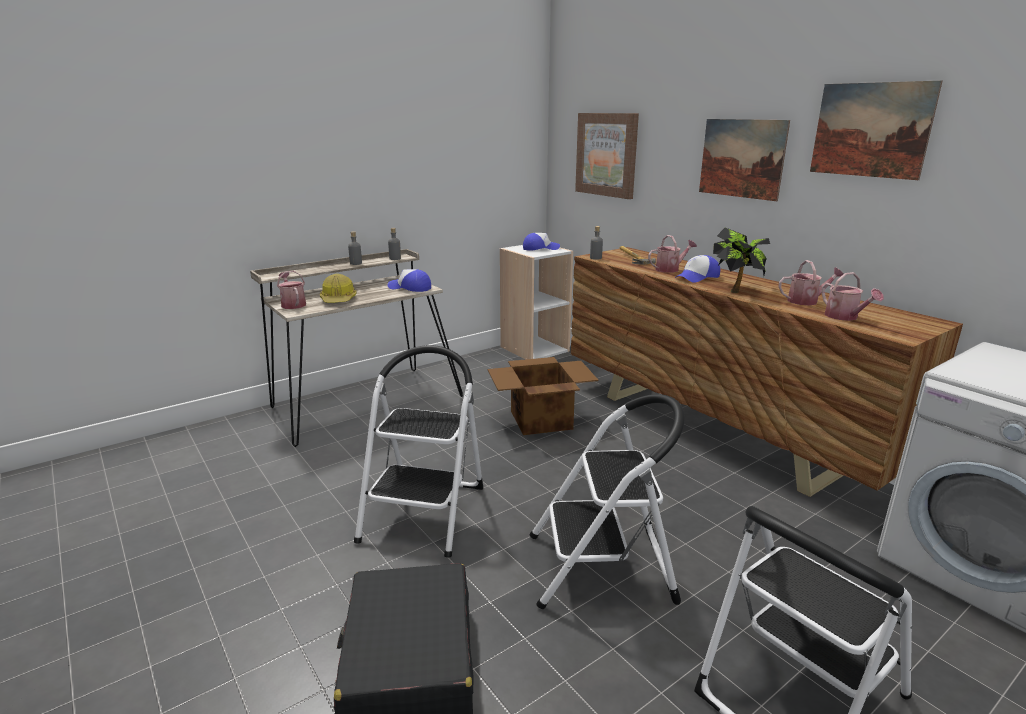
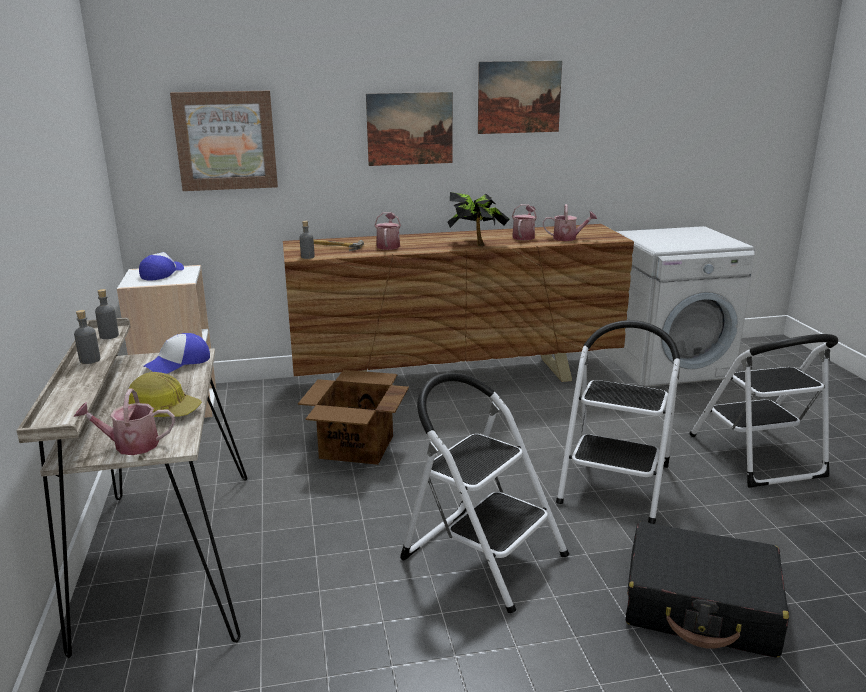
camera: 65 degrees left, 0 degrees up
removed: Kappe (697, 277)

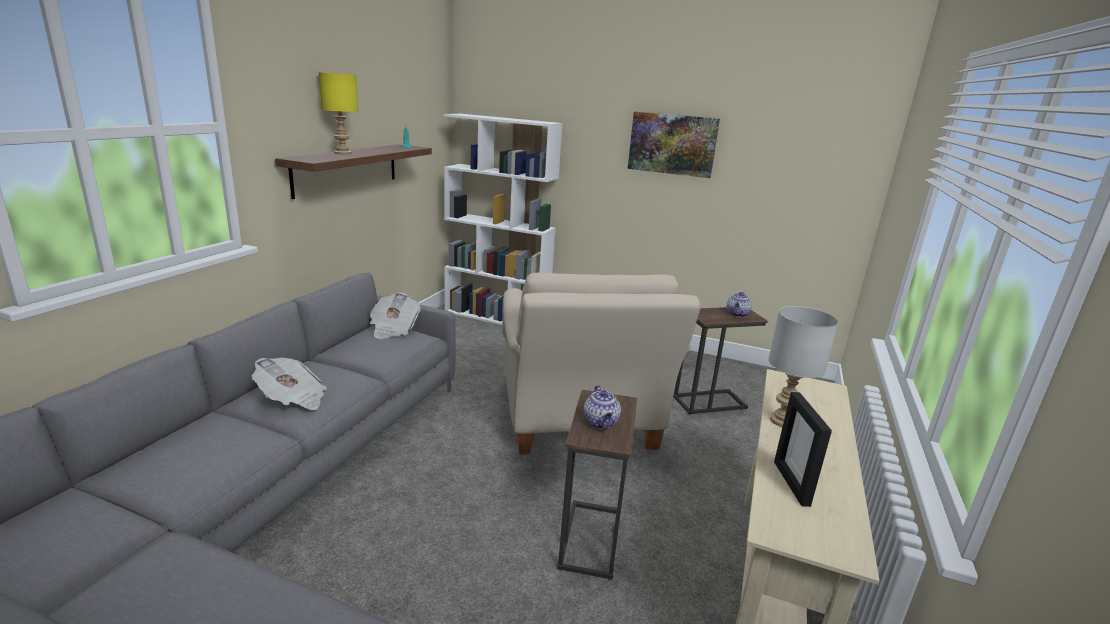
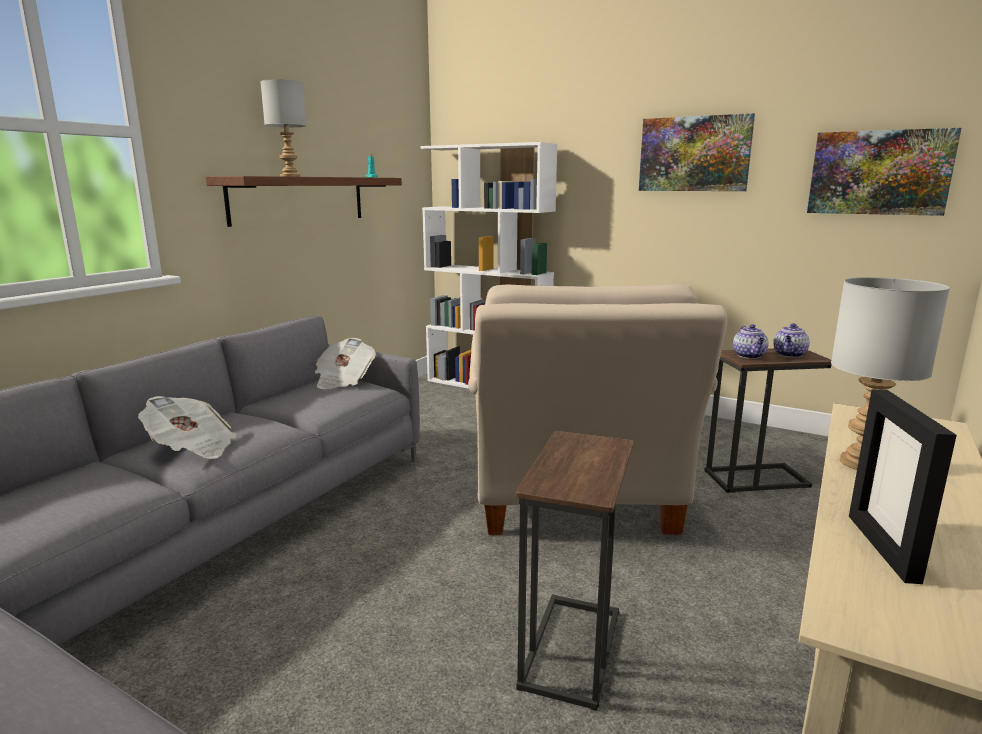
camera: 10 degrees right, 5 degrees down
added: Bild (879, 173)
moved: Teekanne (601, 423) to (749, 356)
recoloured: Tischlampe/gelb (342, 153) to Tischlampe/grau (289, 176)

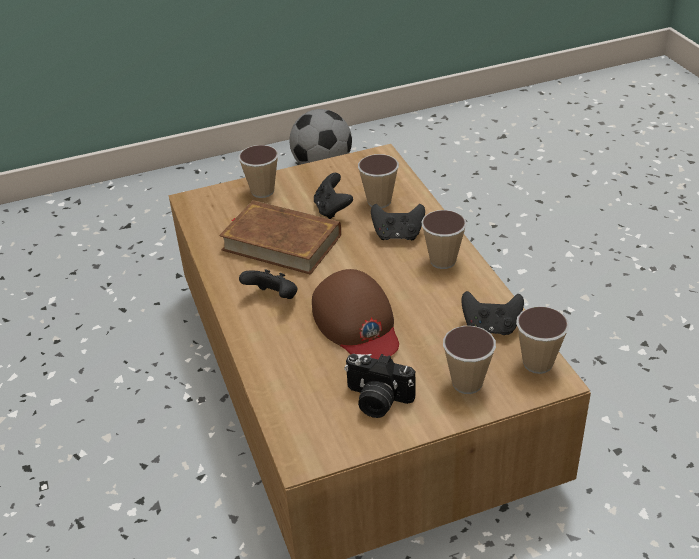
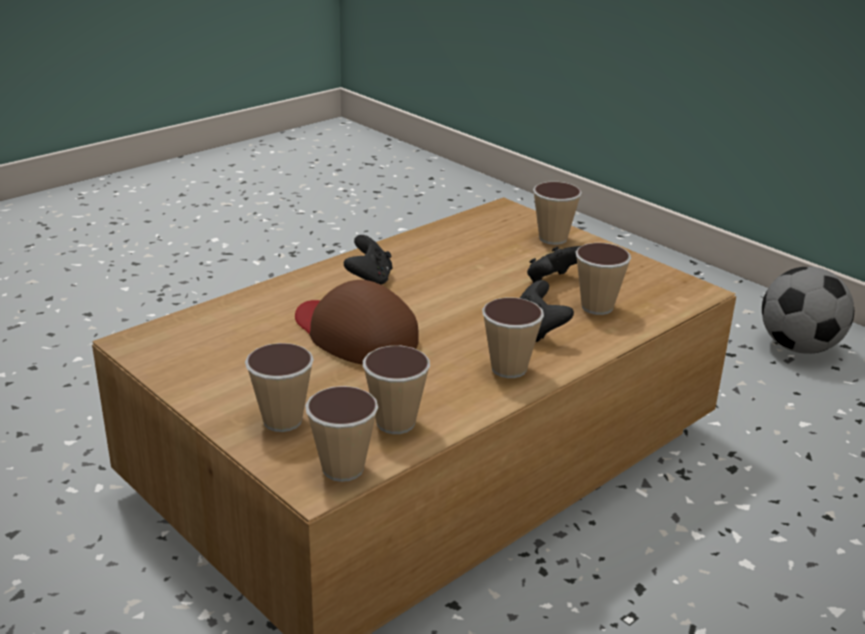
camera: 65 degrees right, 10 degrees down
removed: Buch/braun (281, 242); Kamera (377, 400)
replaced: Gamepad/schwarz (491, 327) to Tasse (395, 423)
turned: Kappe/braun (357, 323) = (355, 333) 90 degrees clockwise

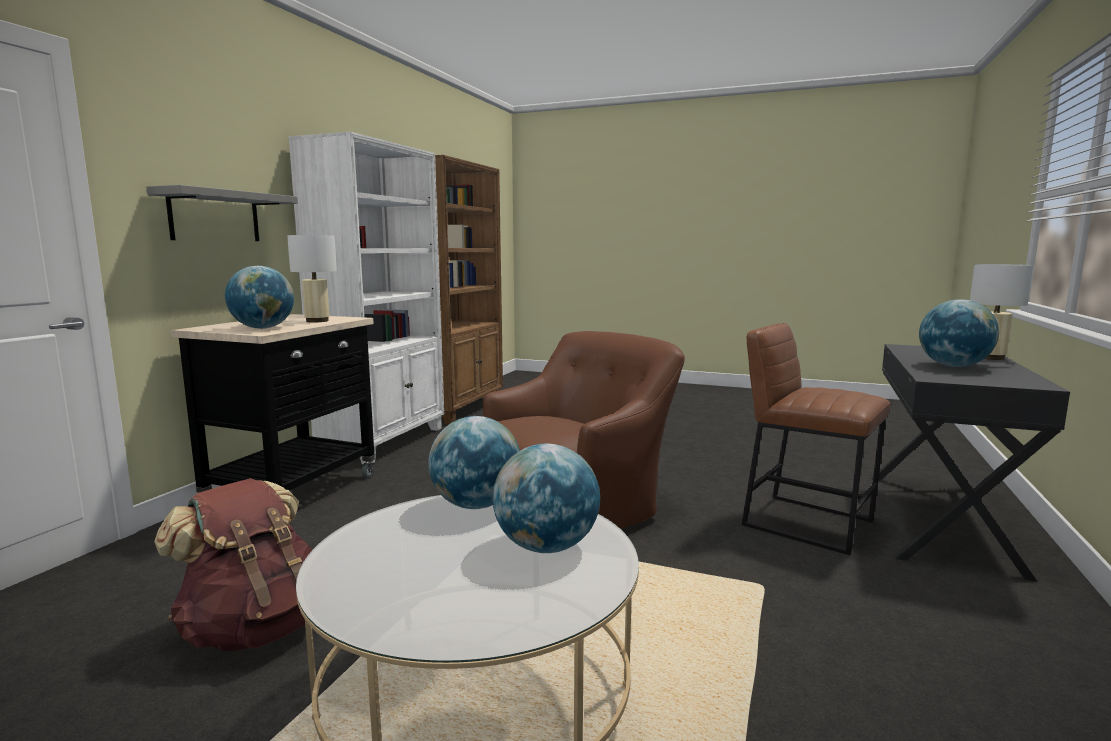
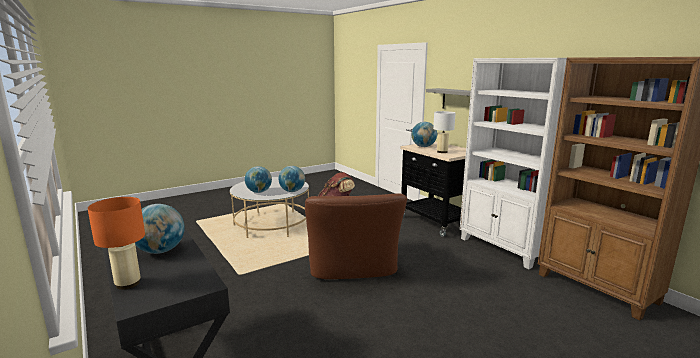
camera: 125 degrees right, 5 degrees up
removed: Stuhl/braun (805, 522)
recoloured: Tischlampe/weiß (991, 358) to Tischlampe/orange (127, 284)

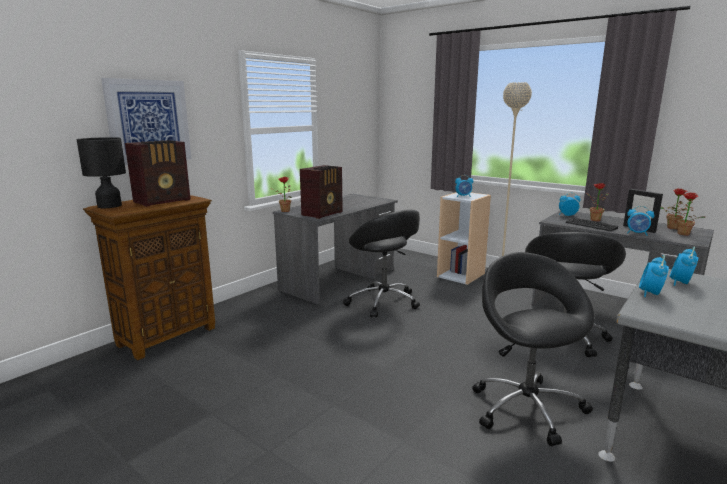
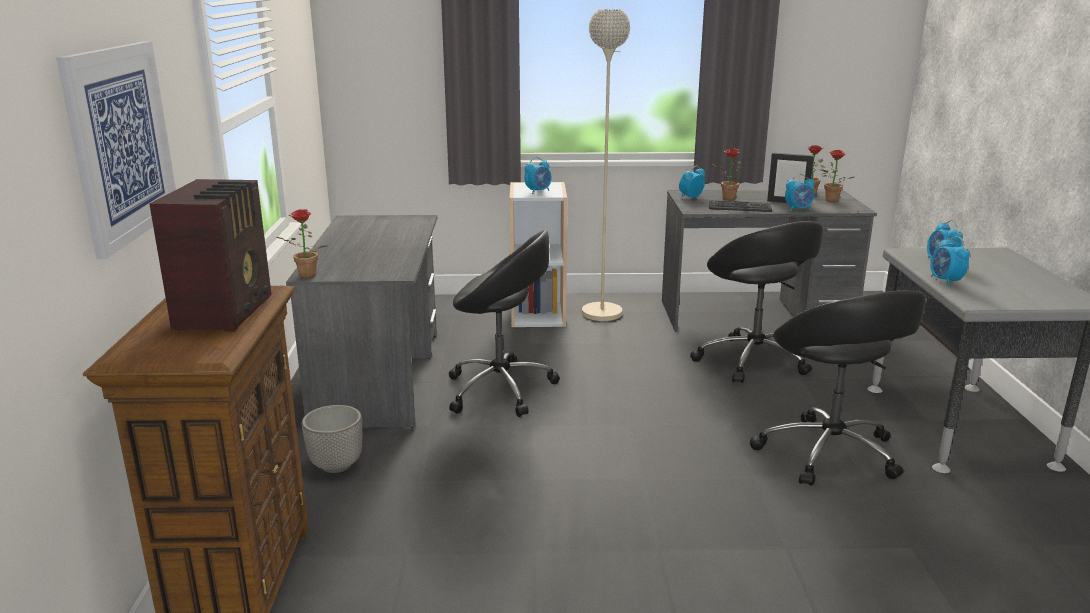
camera: 40 degrees left, 5 degrees up
removed: Tischlampe/schwarz (110, 206); Radio (323, 213)
added: Pflanzkübel (335, 465)
turned: Bürostuhl/schwarz (525, 407) = (830, 454) 135 degrees counterclockwise

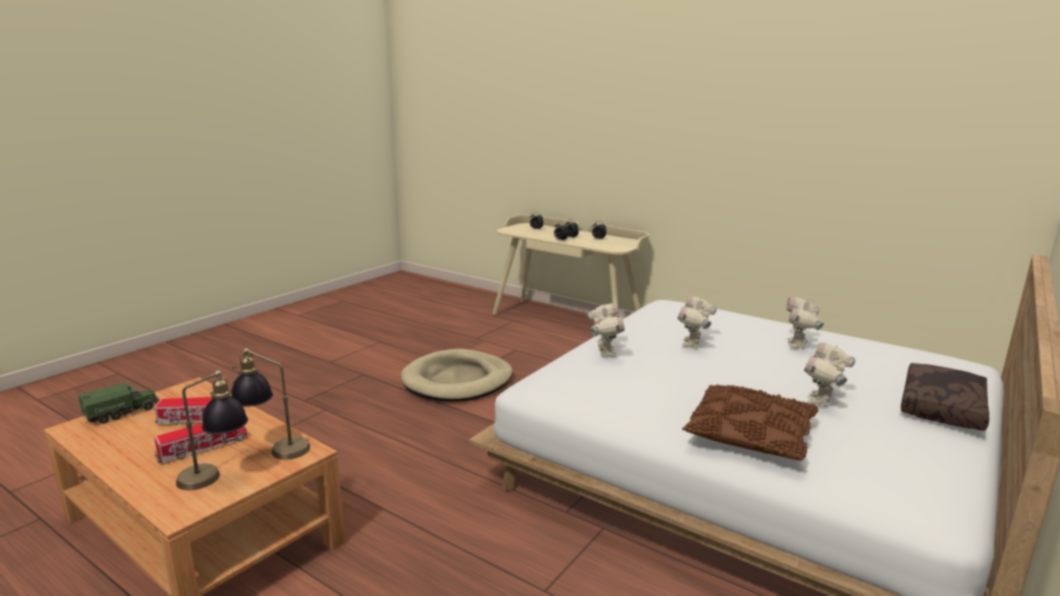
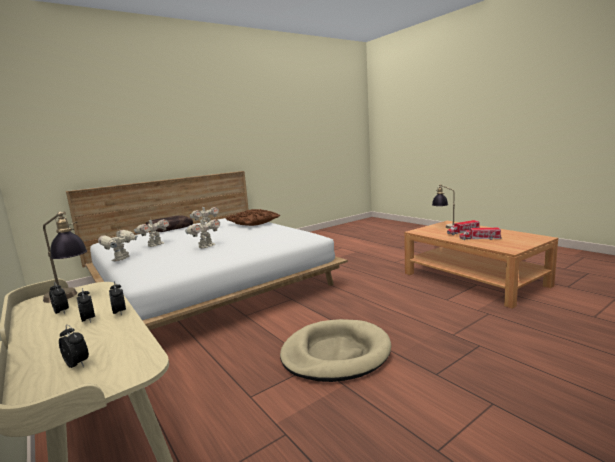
camera: 160 degrees left, 5 degrees down
removed: Spielzeuglaster (122, 413)
moved: Spielzeugroboter (604, 352) to (122, 259); Tischlampe (274, 449) to (70, 297)

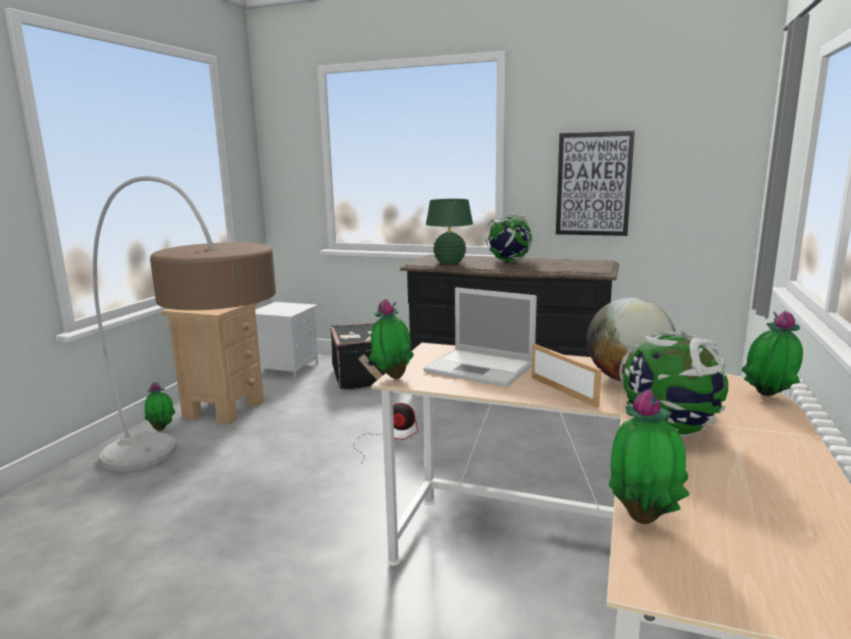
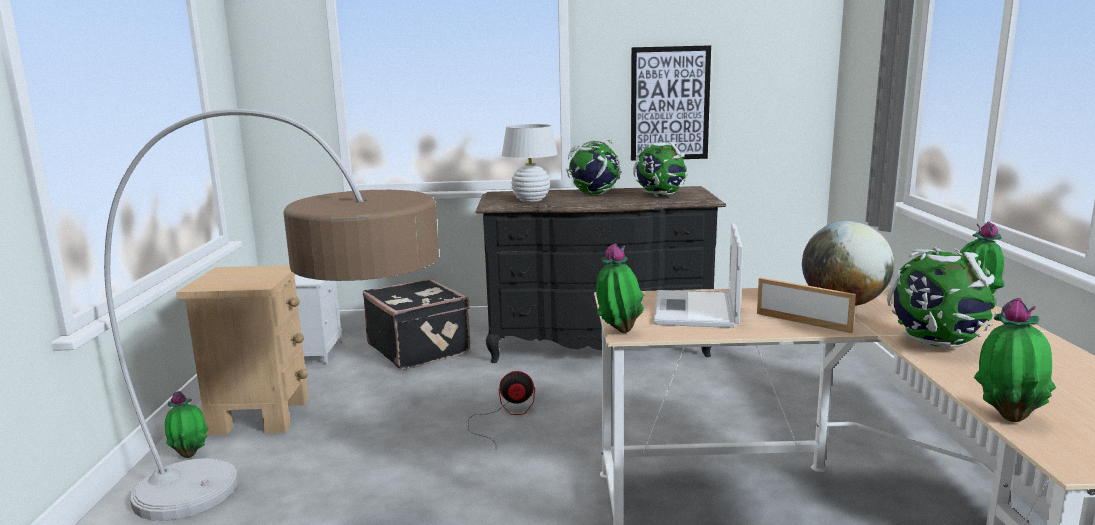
camera: 20 degrees left, 0 degrees up
added: Globus (659, 196)
recoloured: Tischlampe/grün (449, 263) to Tischlampe/weiß (530, 200)
turned: Laptop (482, 368) = (696, 310) 90 degrees clockwise

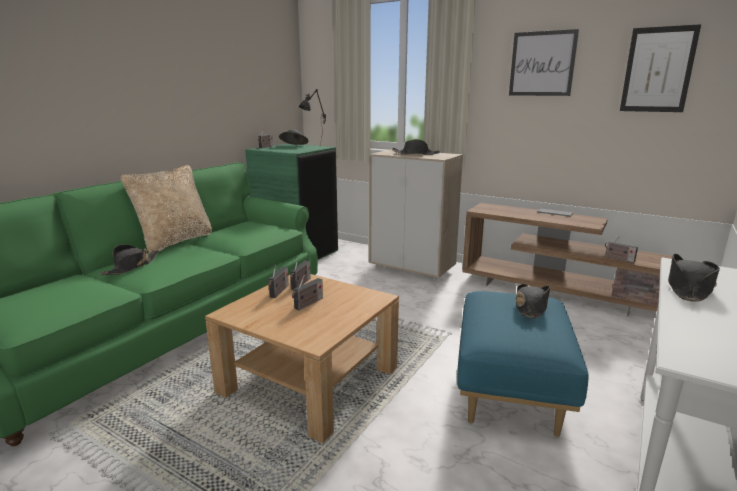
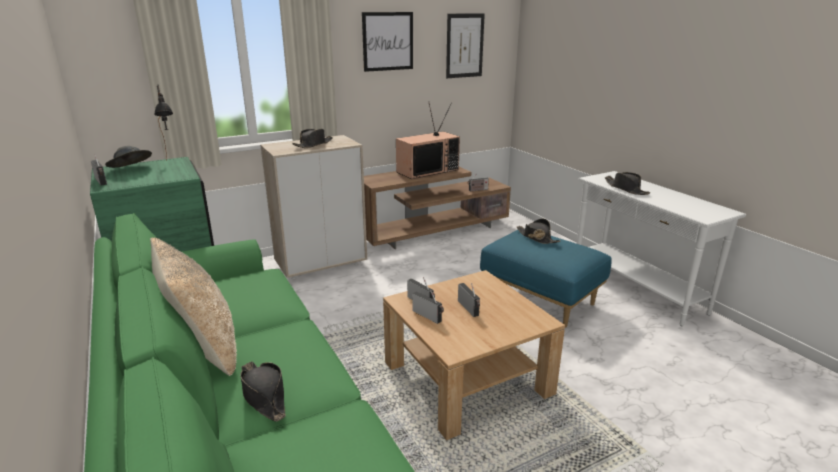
camera: 60 degrees left, 5 degrees up
added: Fernseher (427, 170)

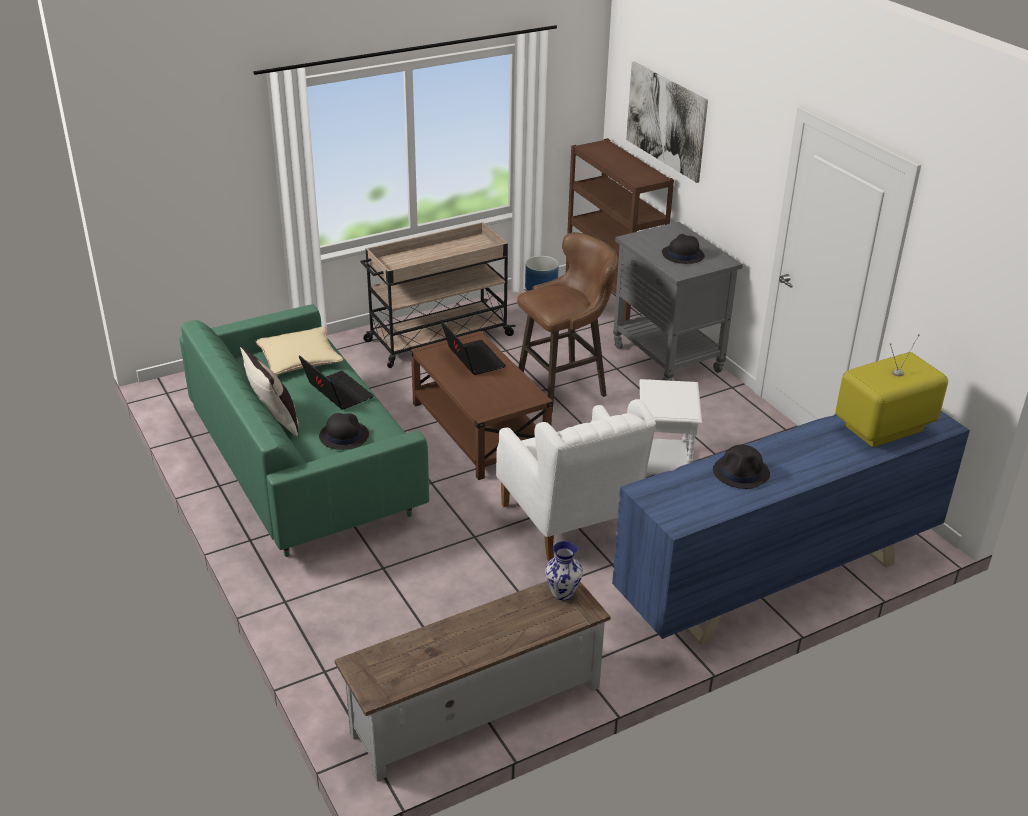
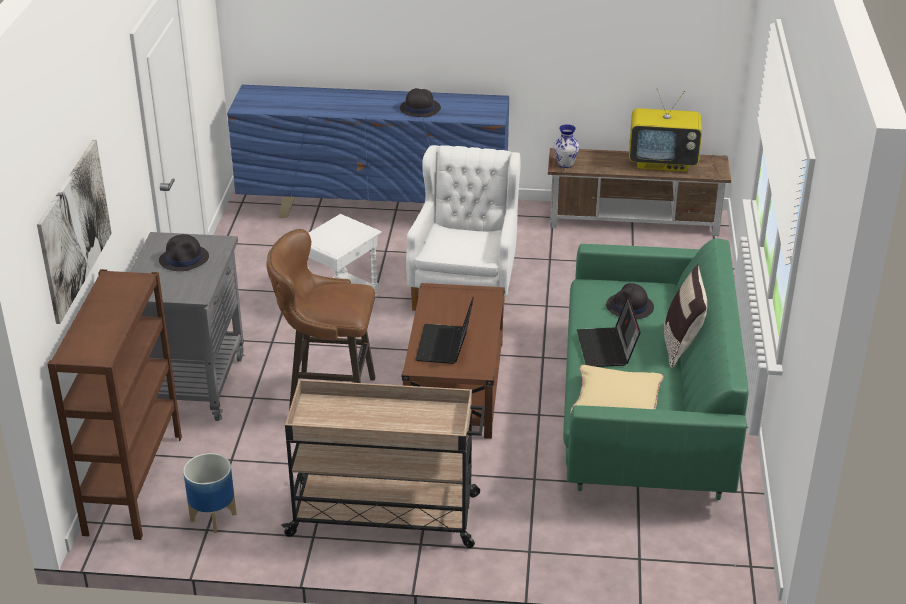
camera: 145 degrees left, 0 degrees up
moved: Fernseher (883, 430) to (663, 162)

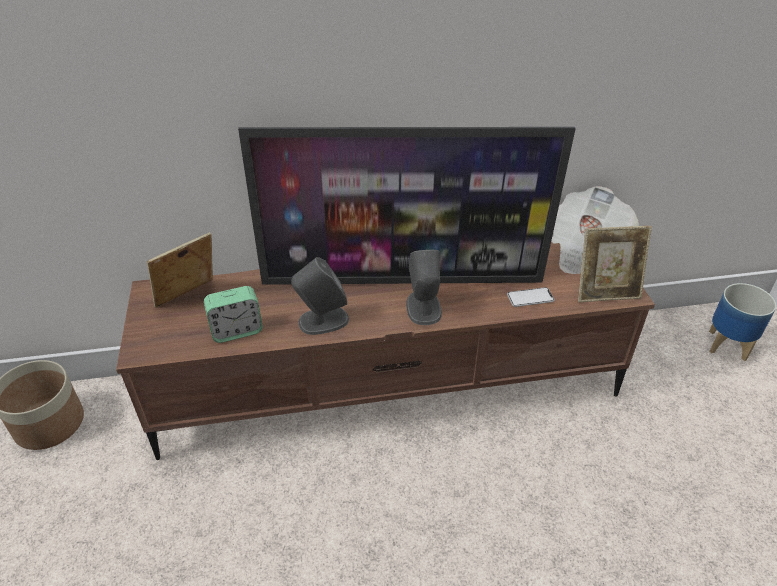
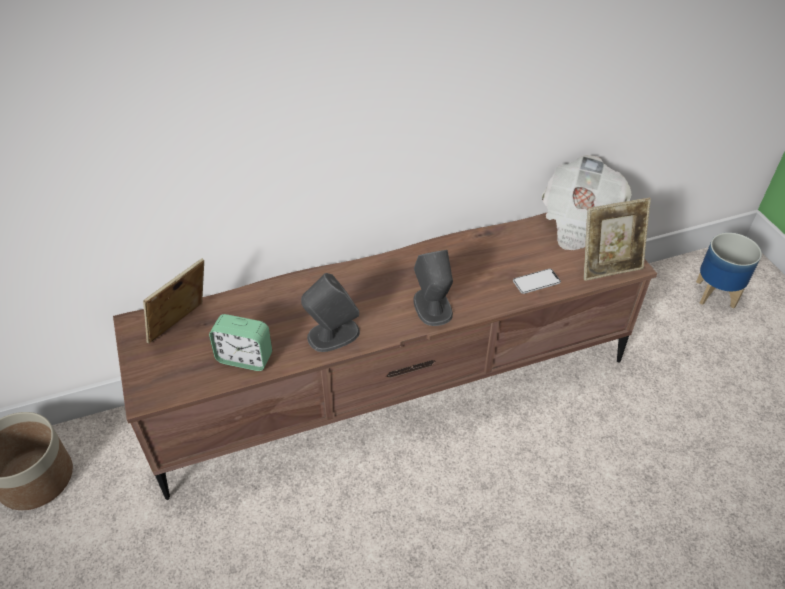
camera: 10 degrees left, 5 degrees up
removed: Fernseher (403, 280)
turned: Wecker (237, 331) = (245, 358) 45 degrees clockwise

